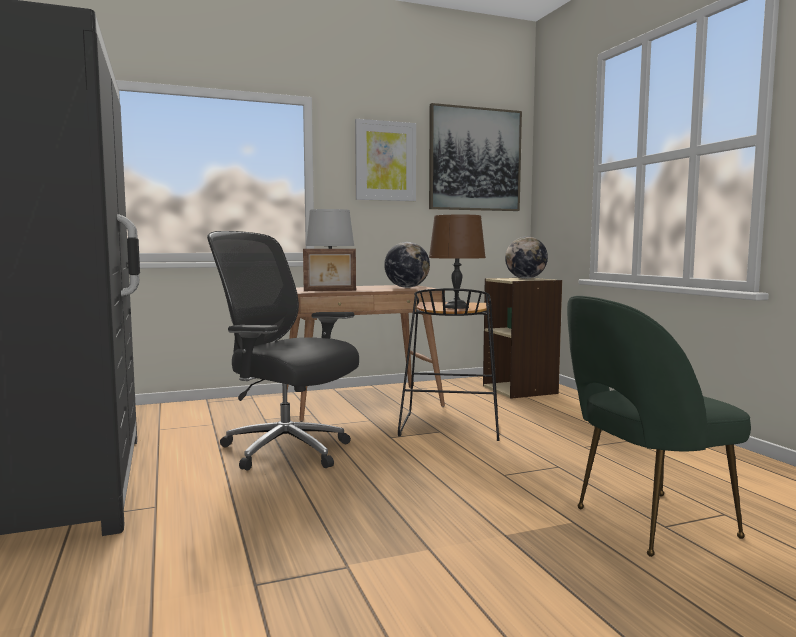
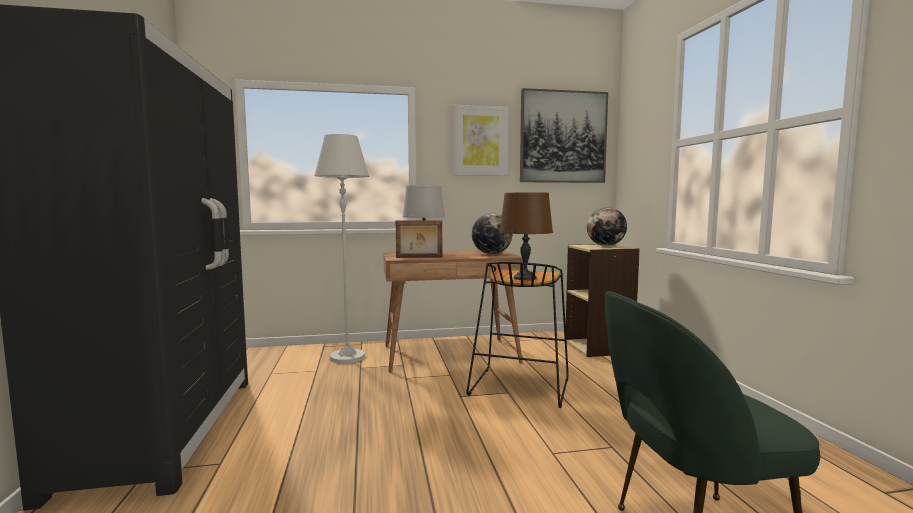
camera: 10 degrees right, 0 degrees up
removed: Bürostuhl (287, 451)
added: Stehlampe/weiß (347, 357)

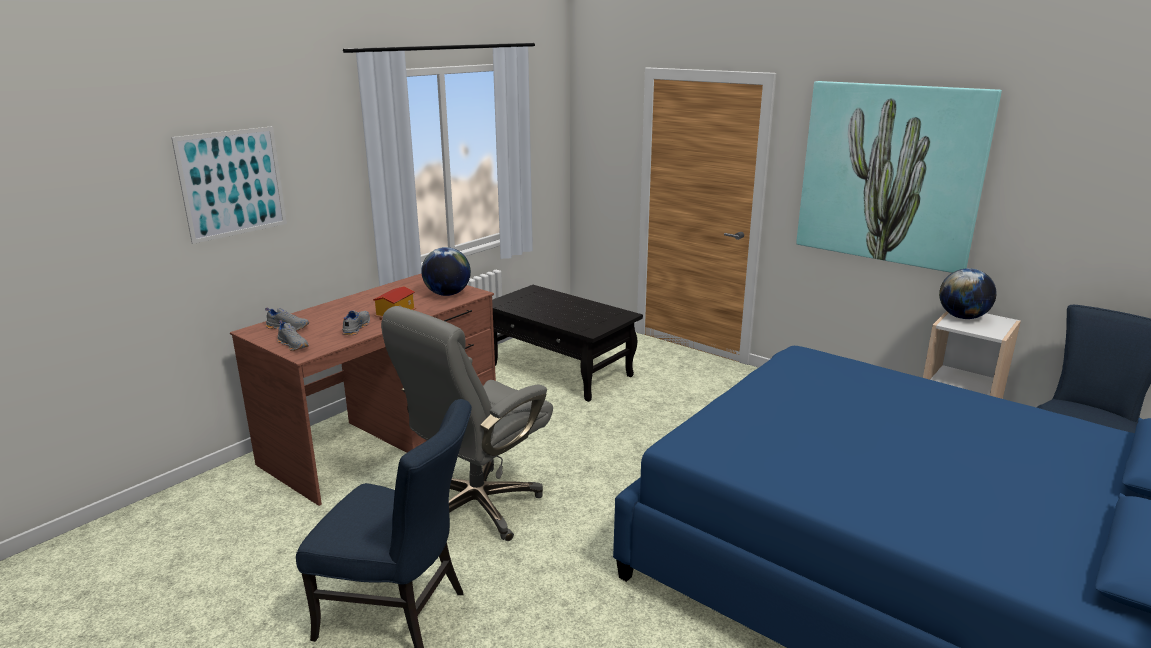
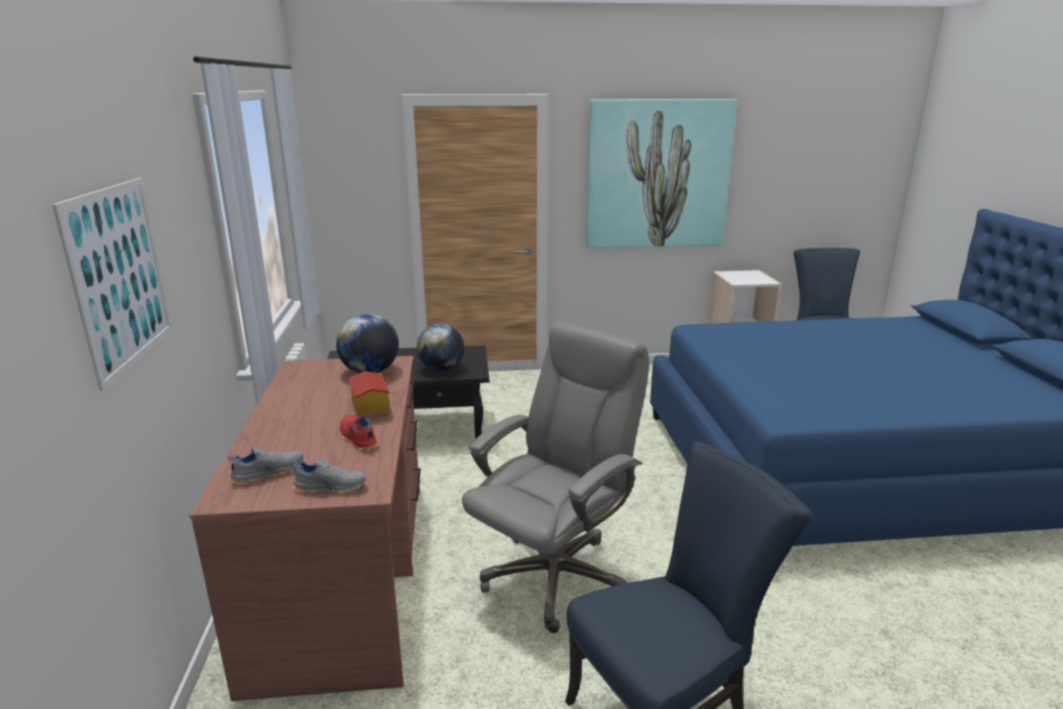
camera: 45 degrees left, 0 degrees up
moved: Globus (962, 317) to (441, 369)
recoloured: Schuh/grau (355, 328) to Schuh/rot (357, 439)
turned: Bürostuhl/grau (479, 504) = (552, 580) 135 degrees counterclockwise

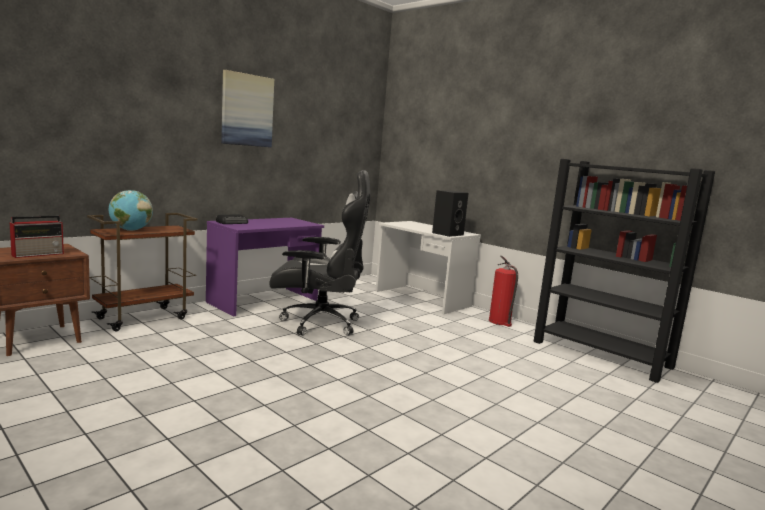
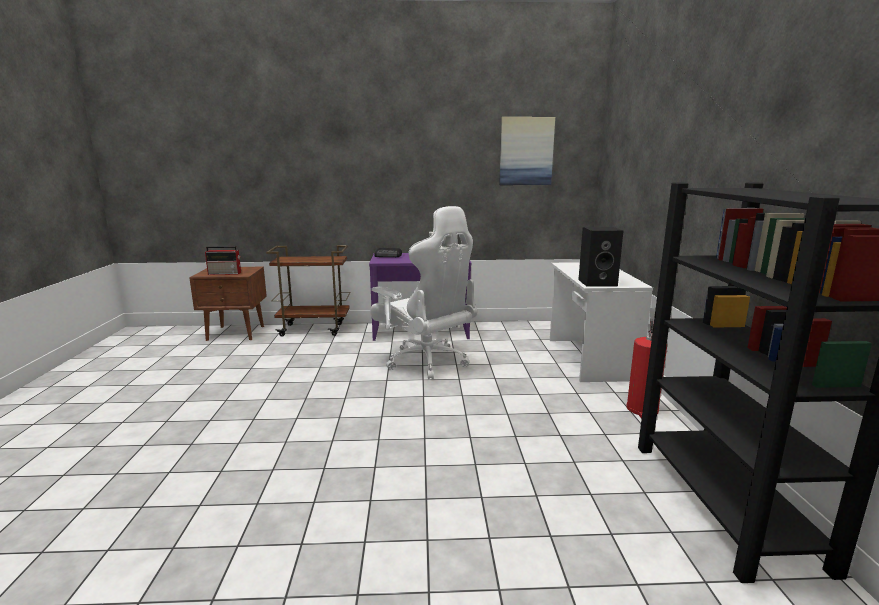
camera: 45 degrees right, 5 degrees up
removed: Globus (130, 230)
moved: Bild (247, 110) to (526, 151)
recoloured: Bürostuhl/schwarz (315, 323) to Bürostuhl/weiß (423, 361)

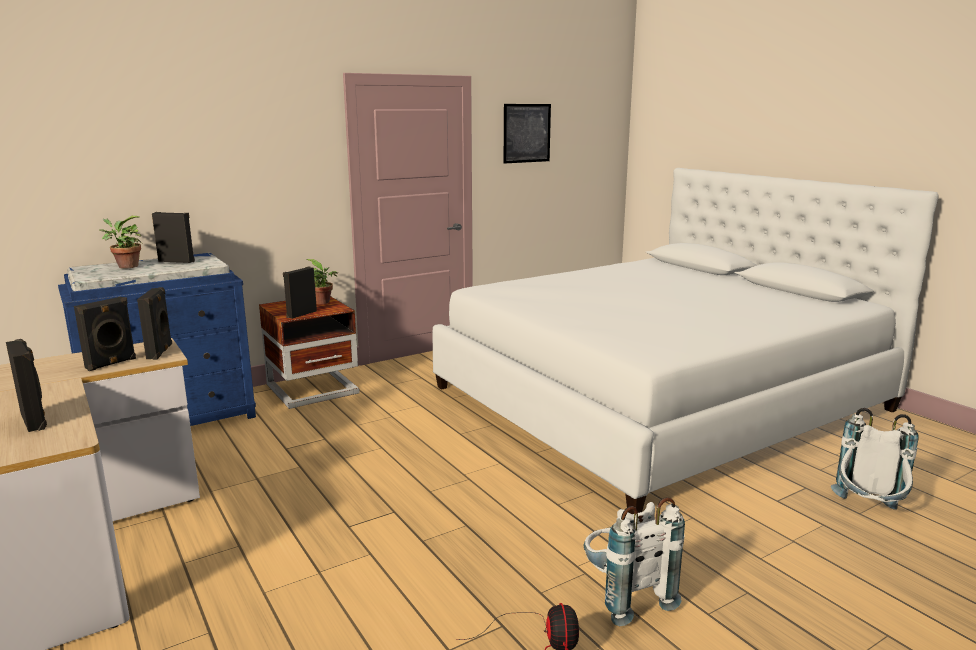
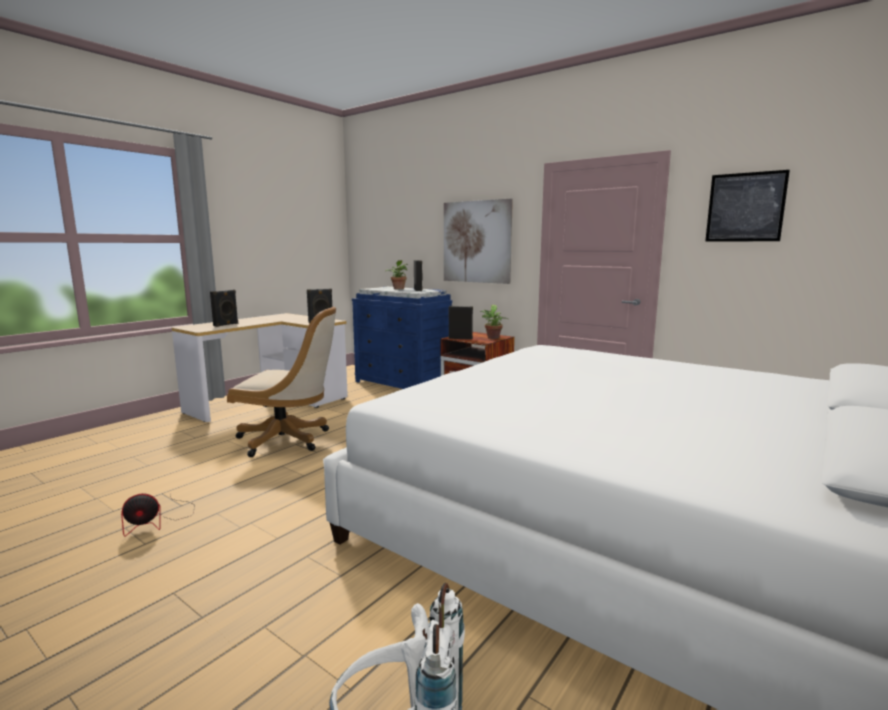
camera: 70 degrees right, 5 degrees down
removed: Lautsprecher/schwarz (111, 364); Rucksack/weiß (624, 596)
added: Bild (476, 242); Bürostuhl (289, 440)

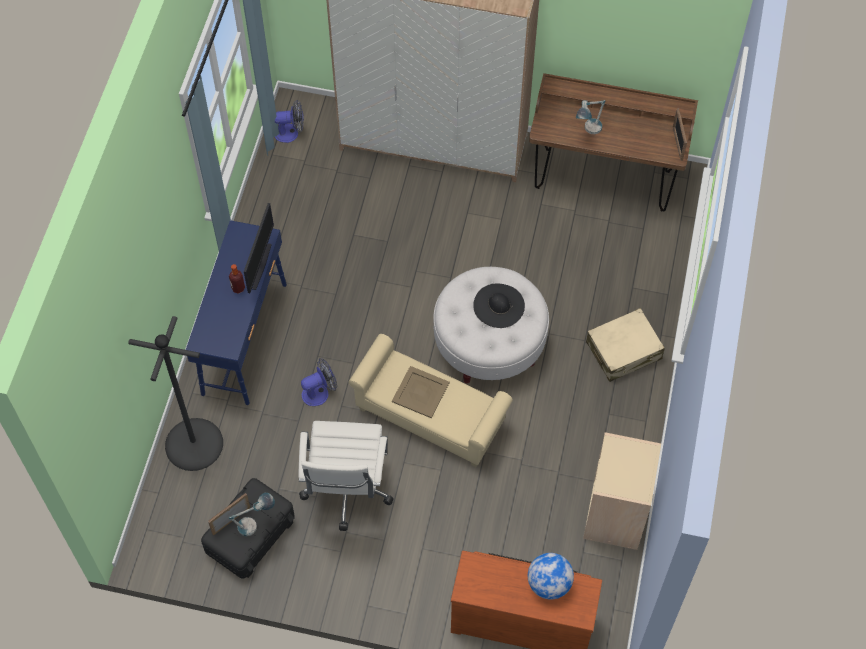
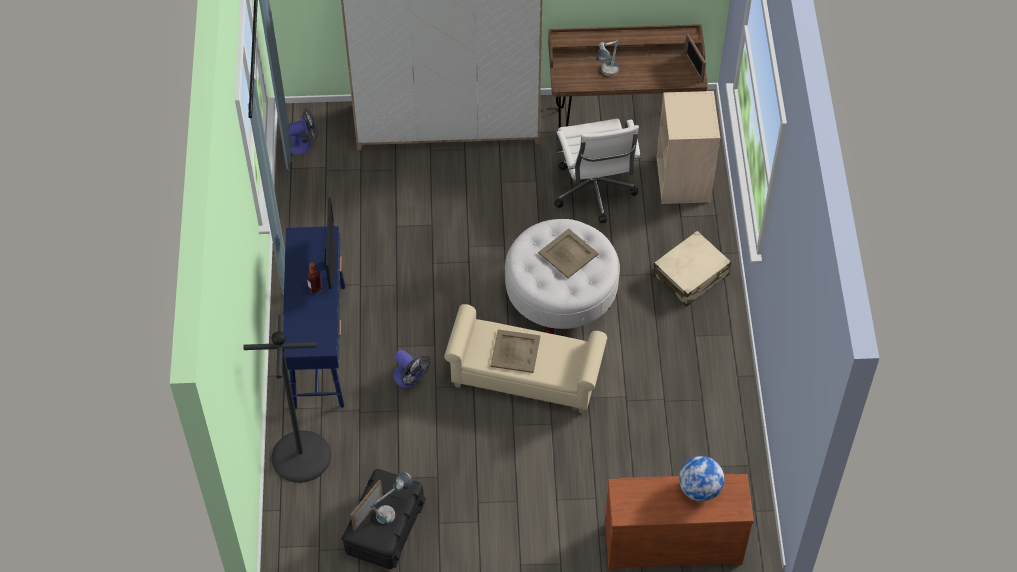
camera: 15 degrees left, 5 degrees down
moved: Bürostuhl/weiß (347, 491) to (594, 193); Bücherregal/beige (616, 515) to (684, 180)
replaced: Hut/schwarz (498, 305) to Tablett/beige (567, 253)
turned: Ventilator (319, 392) = (410, 379) 90 degrees clockwise

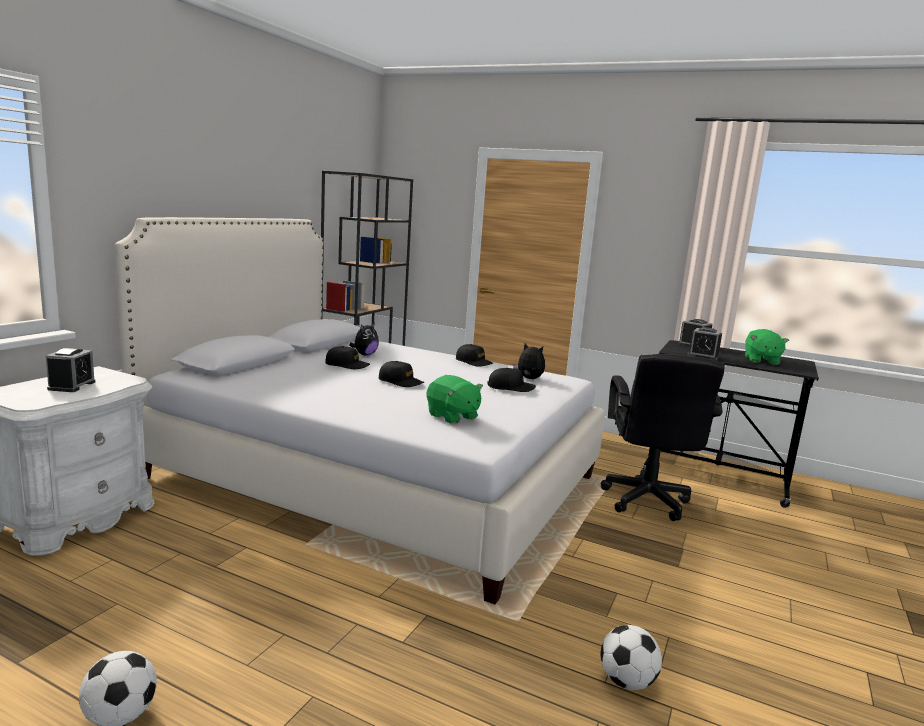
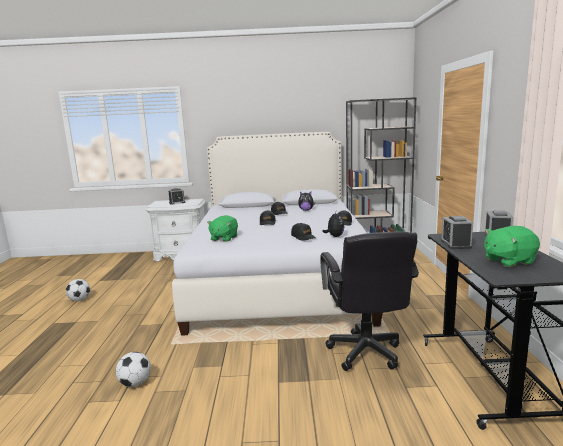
camera: 65 degrees right, 0 degrees up
turned: Bürostuhl/schwarz (647, 504) = (367, 355) 75 degrees counterclockwise

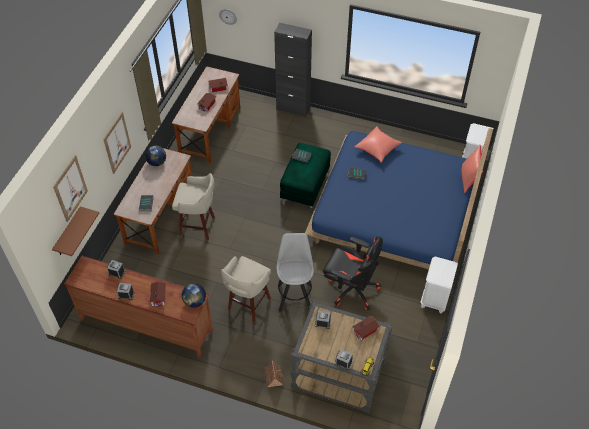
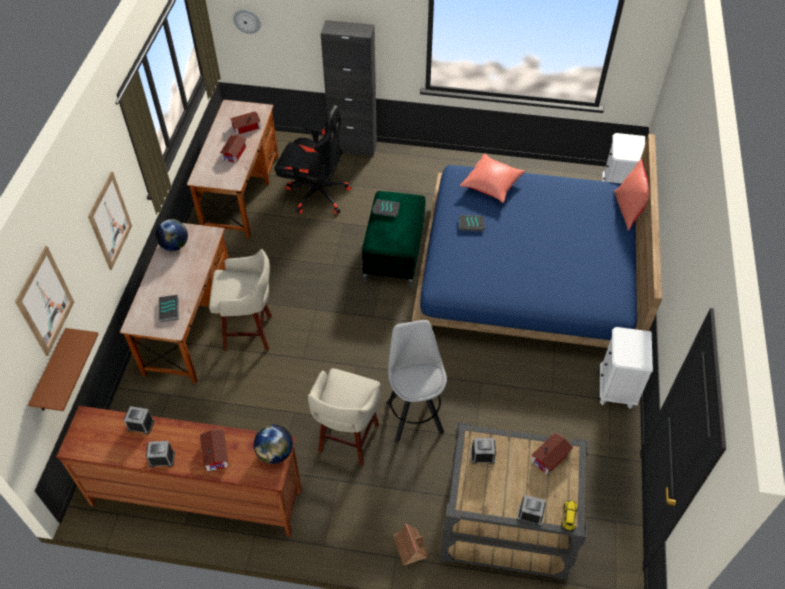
camera: 10 degrees left, 0 degrees up
moved: Bürostuhl/schwarz (350, 288) to (313, 194)

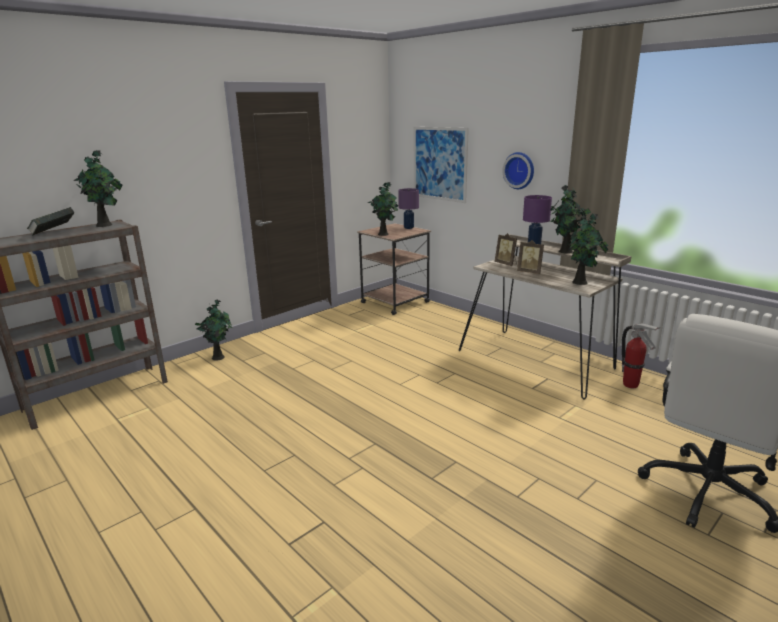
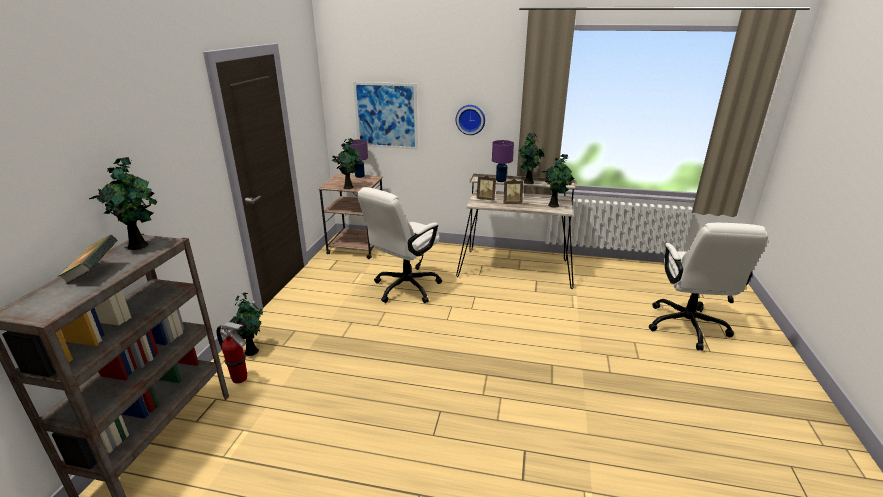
camera: 35 degrees left, 5 degrees up
added: Bürostuhl/weiß (404, 289)
moved: Feuerlöscher (631, 385) to (240, 379)

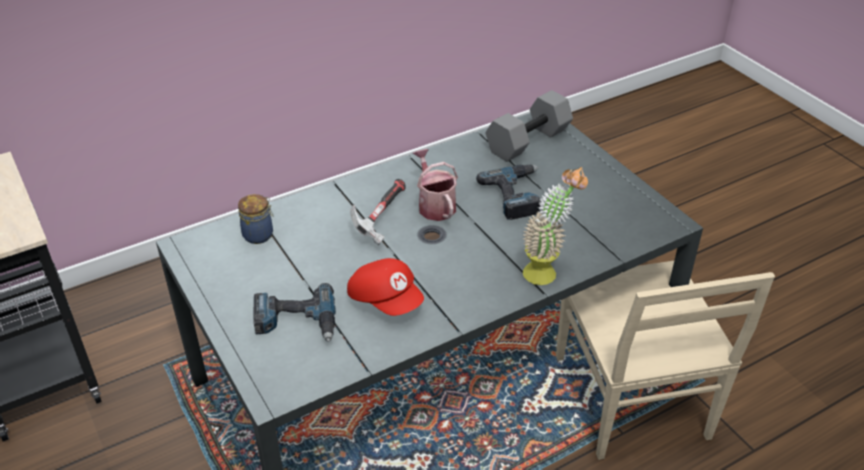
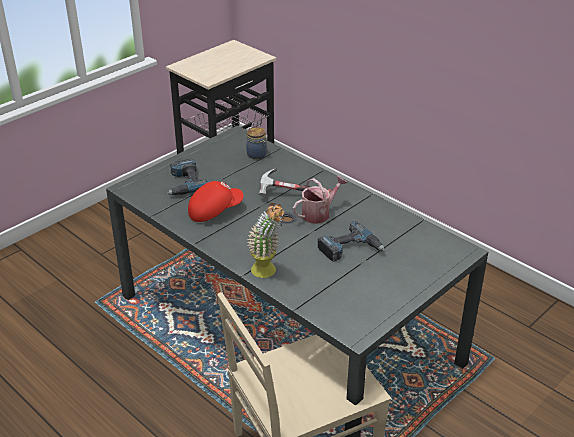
camera: 75 degrees right, 5 degrees down
removed: Hantel/grau (527, 140)
turned: Kappe/rot (386, 300) = (214, 211) 150 degrees counterclockwise

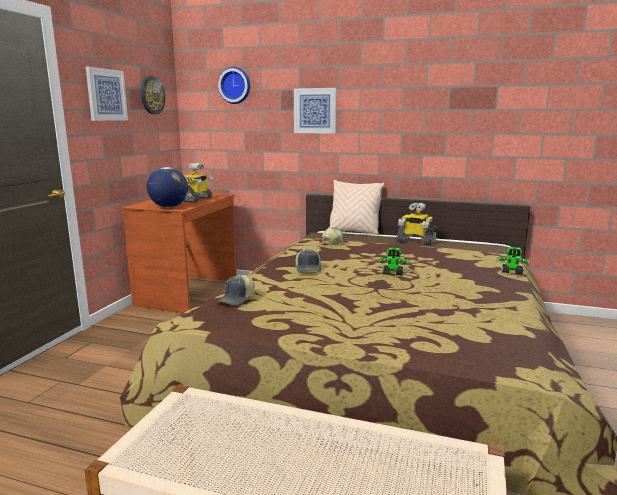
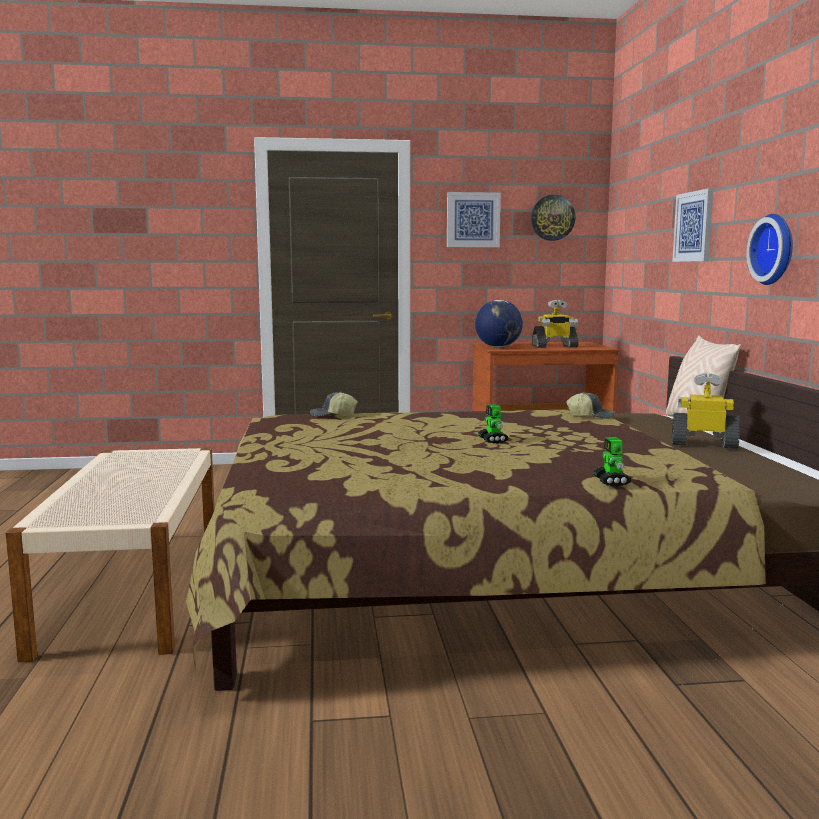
camera: 65 degrees right, 5 degrees down
removed: Kappe (309, 269)
moved: Wanduhr (235, 85) to (775, 249)
turned: Spielzeugroboter (415, 242) = (704, 444) 105 degrees clockwise

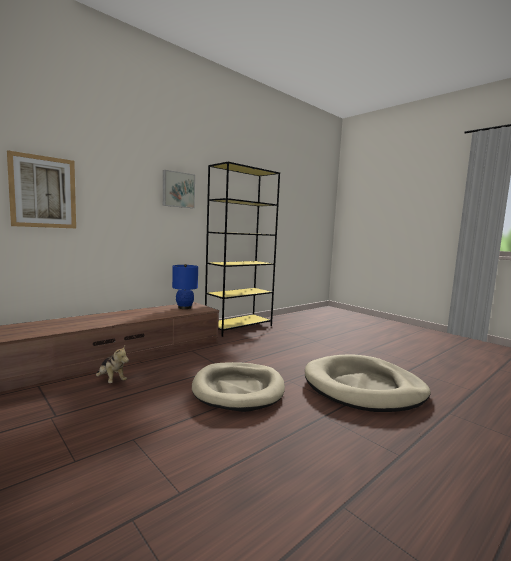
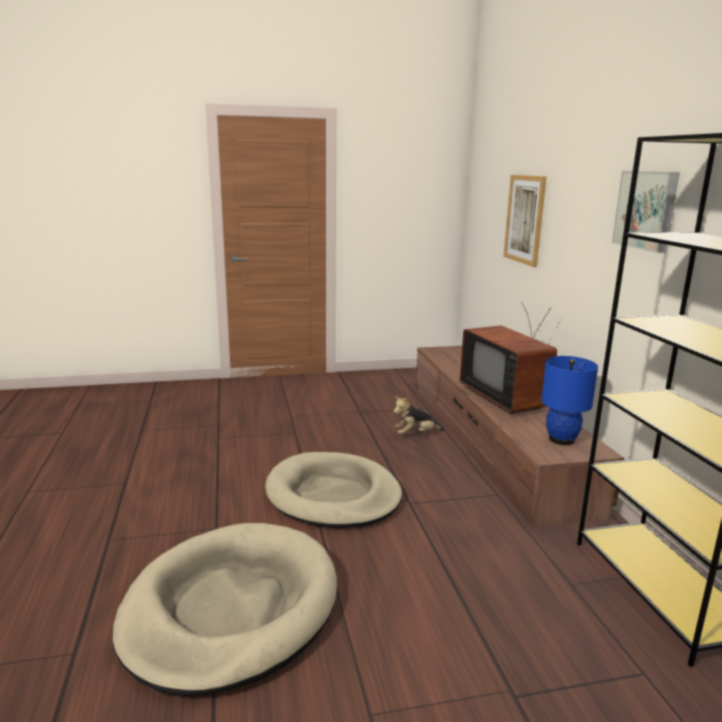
camera: 120 degrees right, 10 degrees up
added: Fernseher (507, 398)

